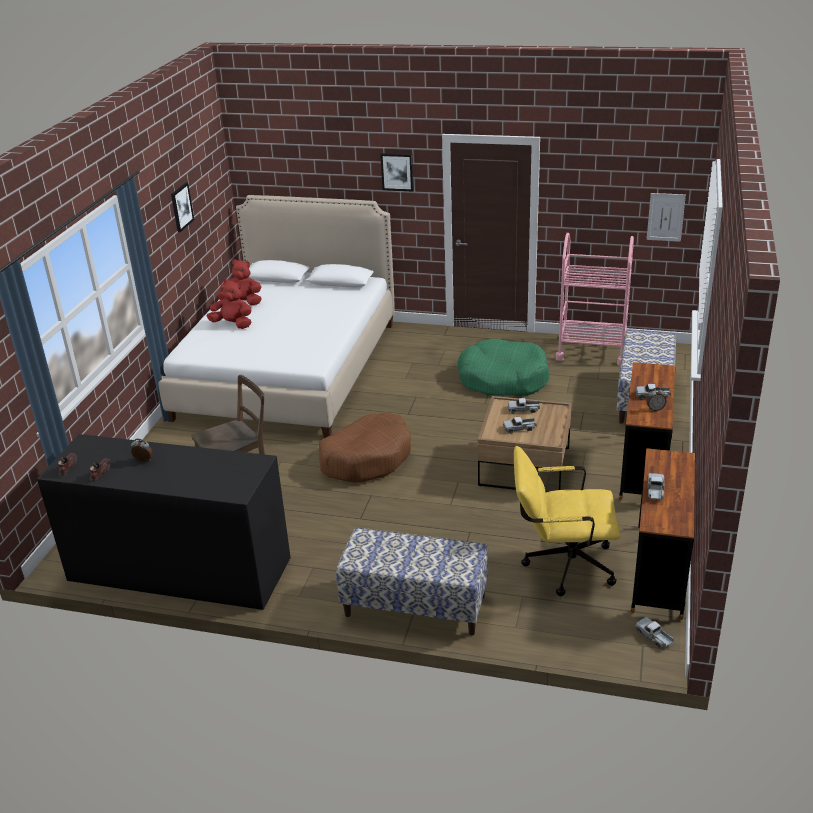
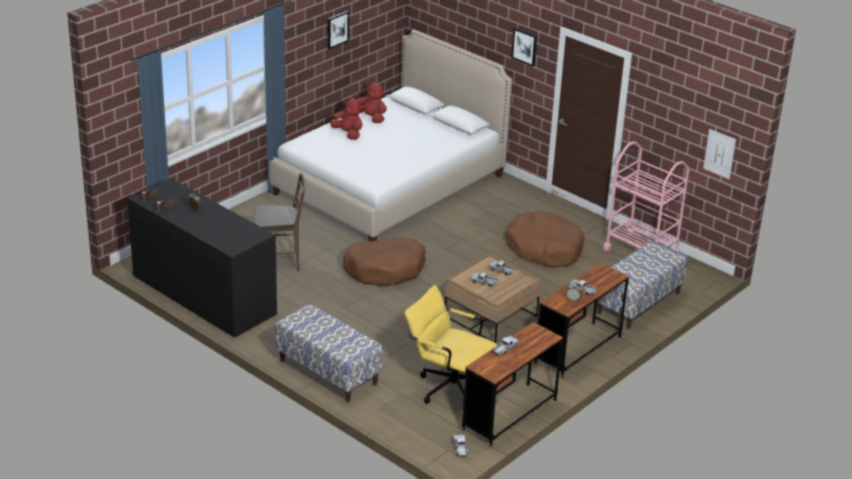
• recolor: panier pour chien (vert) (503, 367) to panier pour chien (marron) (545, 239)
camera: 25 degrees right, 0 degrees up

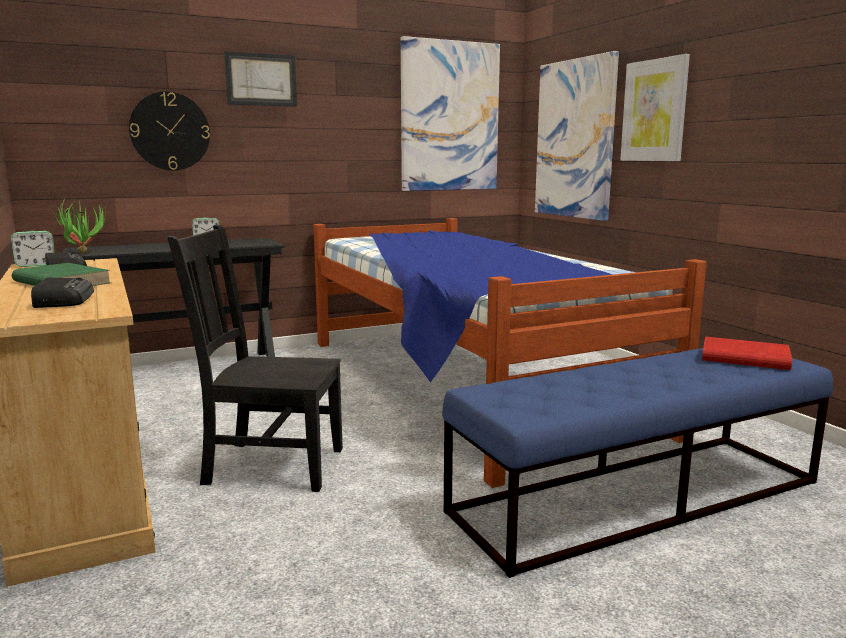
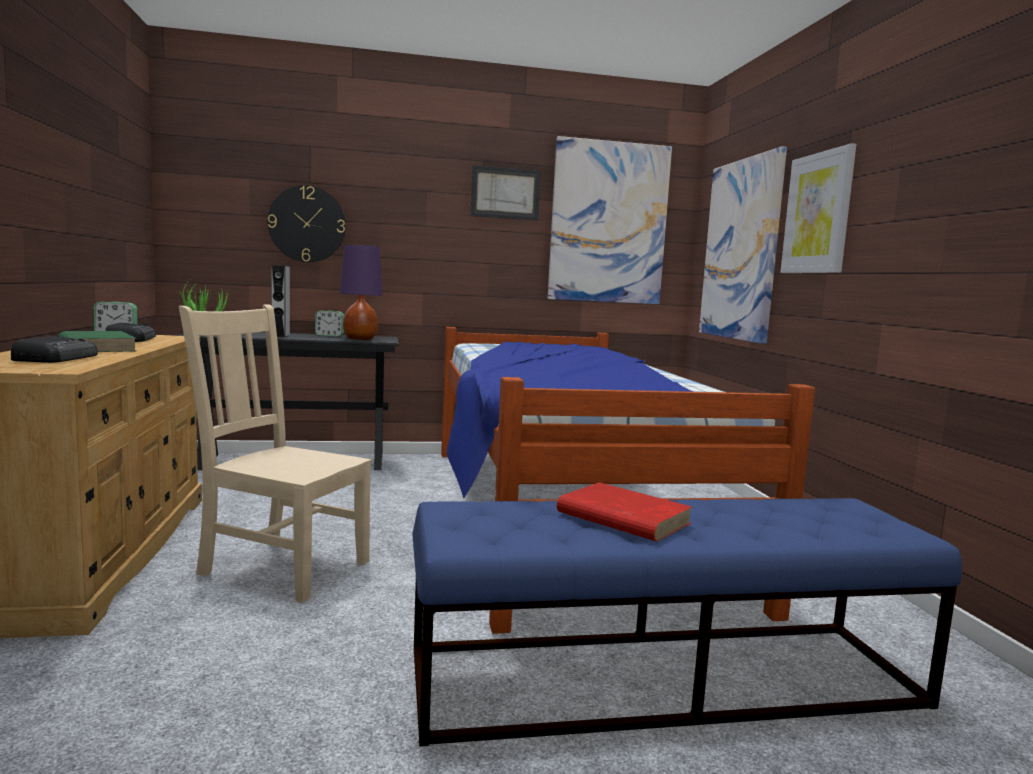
• move: tableau (260, 79) to (505, 193)
• recolor: chaise (noir) (255, 358) to chaise (beige) (275, 454)
• move: livre (rouge) (747, 353) to (625, 512)
• insert: lampe de table (violet) (361, 292)
• insert: enceinte (gris) (280, 301)
camera: 15 degrees right, 5 degrees down

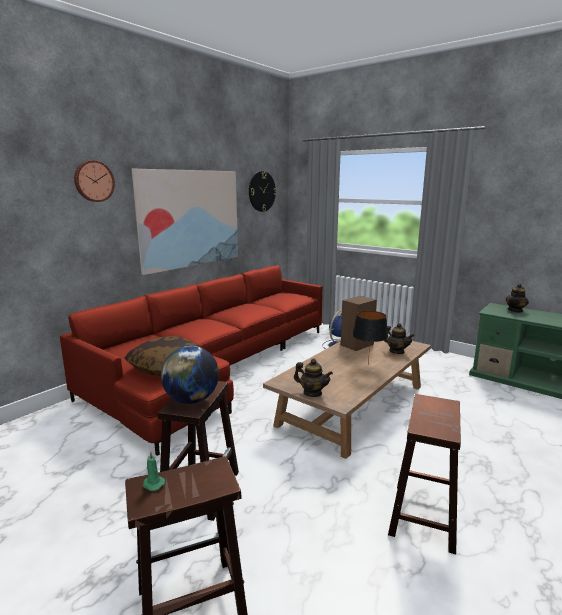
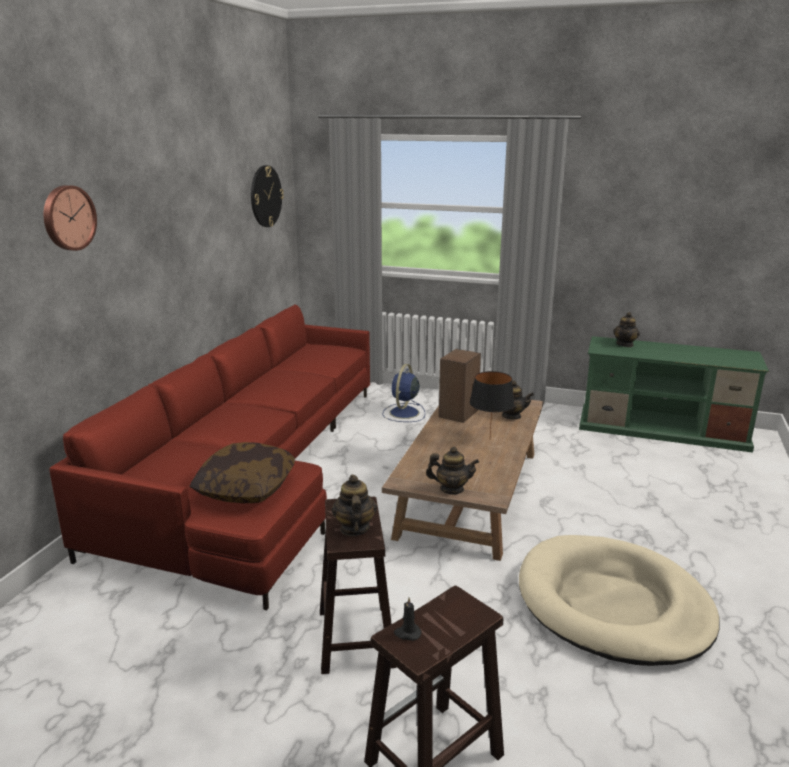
• delete: tableau (185, 222)
• replace: globe (190, 375) to théière (354, 505)
• replace: tabouret (marron) (424, 474) to panier pour chien (beige) (619, 600)
• recolor: bougie (vert) (154, 471) to bougie (noir) (408, 619)
camera: 20 degrees left, 5 degrees up

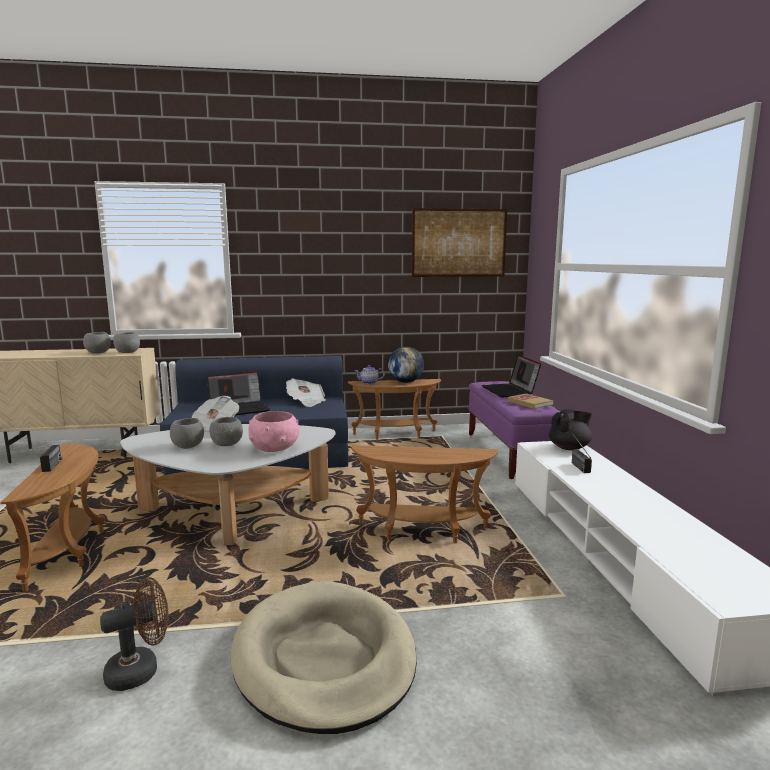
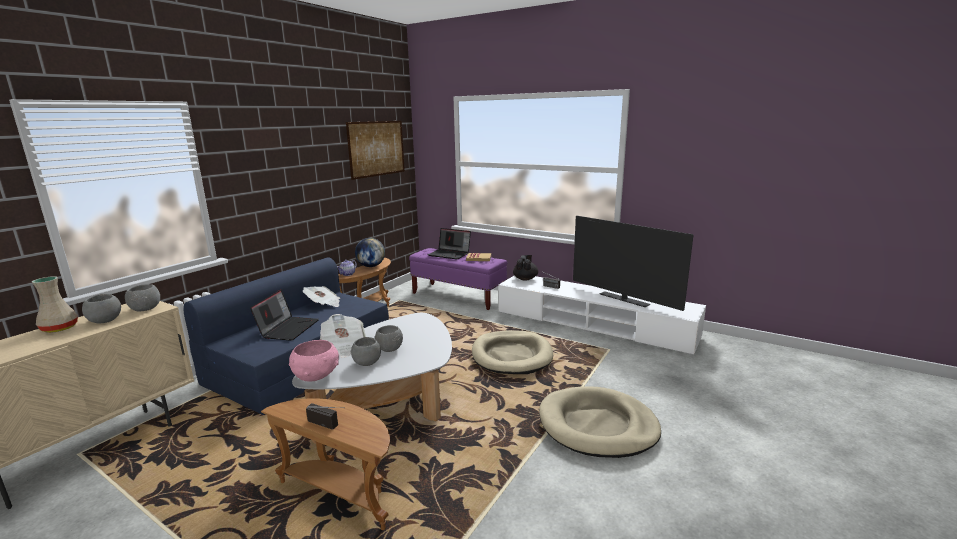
• move: bol (rose) (274, 431) to (314, 360)
• replace: table d'appoint (marron) (424, 494) to panier pour chien (beige) (512, 352)
• delete: ventilateur (marron) (134, 634)
• insert: téléviseur (633, 263)
• insert: vase (beige) (55, 304)
camera: 50 degrees left, 5 degrees up

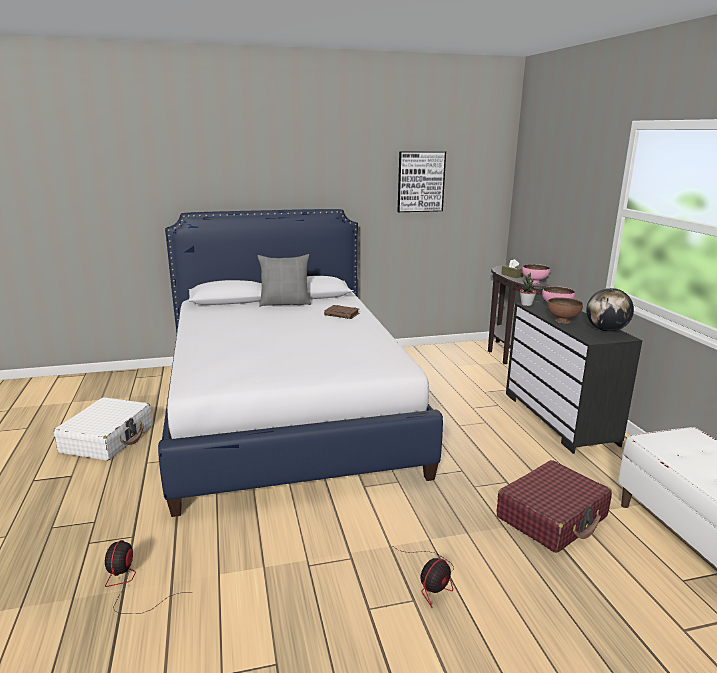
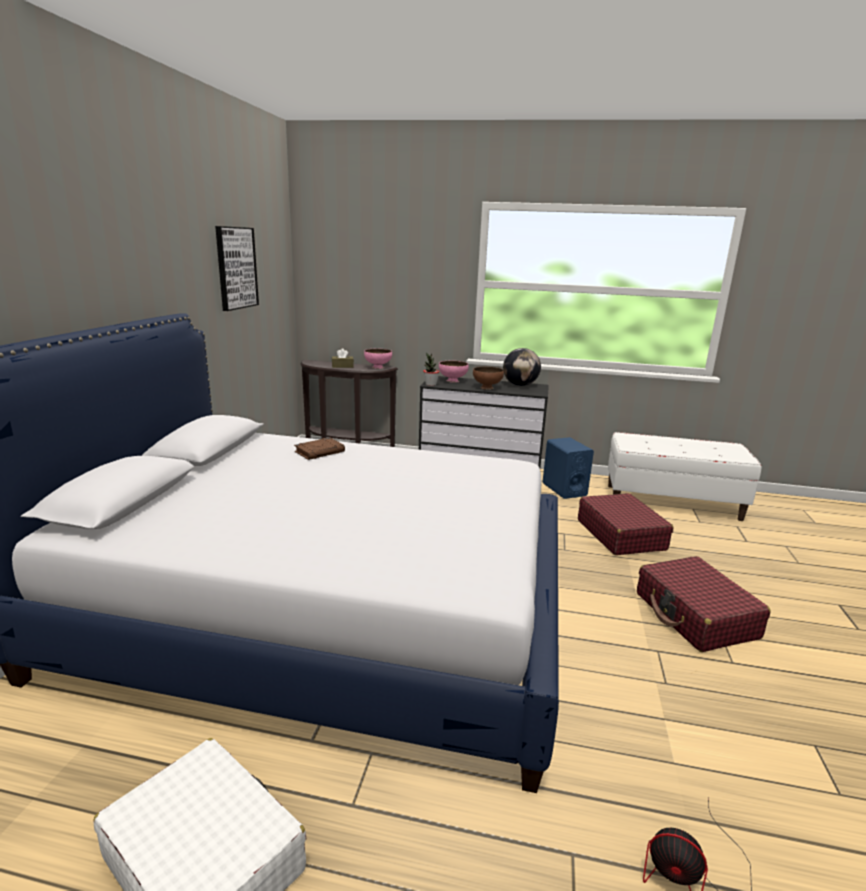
• delete: coussin (gris) (284, 280)
• replace: ventilateur (424, 577) to valise (rouge) (704, 604)
• insert: enceinte (bleu) (568, 468)
camera: 65 degrees left, 0 degrees up

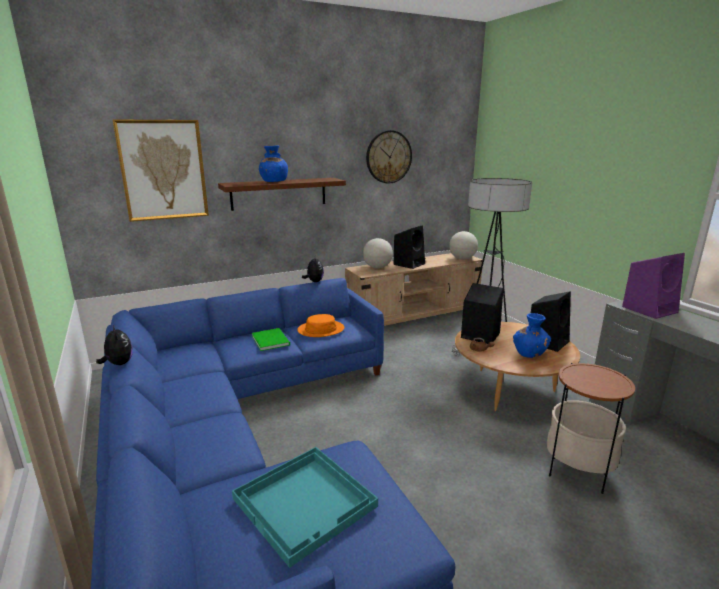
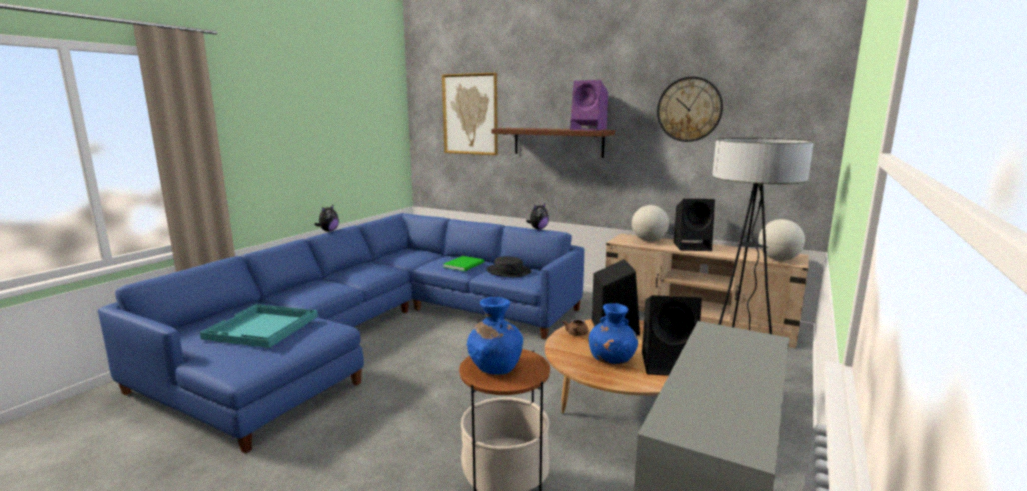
• move: vase (bleu) (273, 163) to (495, 336)
• move: enceinte (violet) (653, 286) to (589, 105)
• recolor: chapeau (orange) (320, 325) to chapeau (noir) (508, 266)
camera: 55 degrees right, 5 degrees down

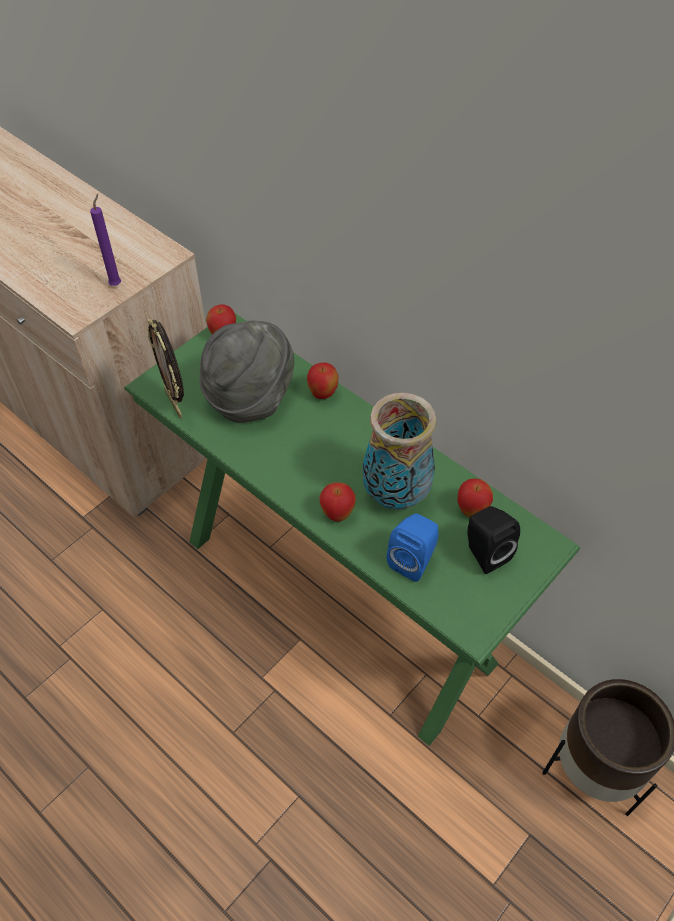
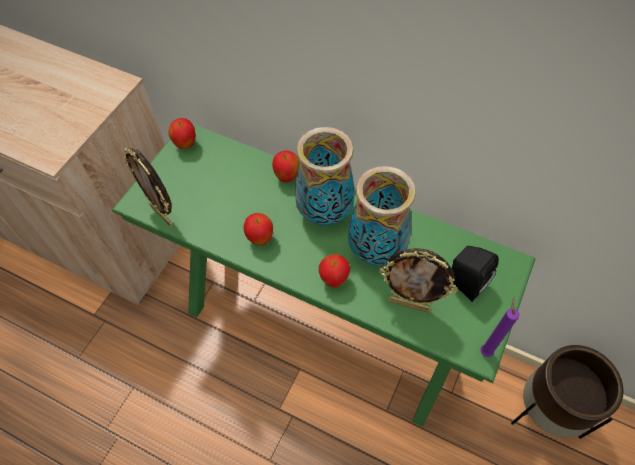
• move: bougie (violet) (105, 240) to (500, 327)
• delete: chapeau (gris) (246, 372)
• move: pomme (475, 497) to (258, 229)
• replace: enceinte (bleu) (413, 548) to cadre photo (418, 280)
• insert: vase (325, 176)
camera: 15 degrees left, 5 degrees up

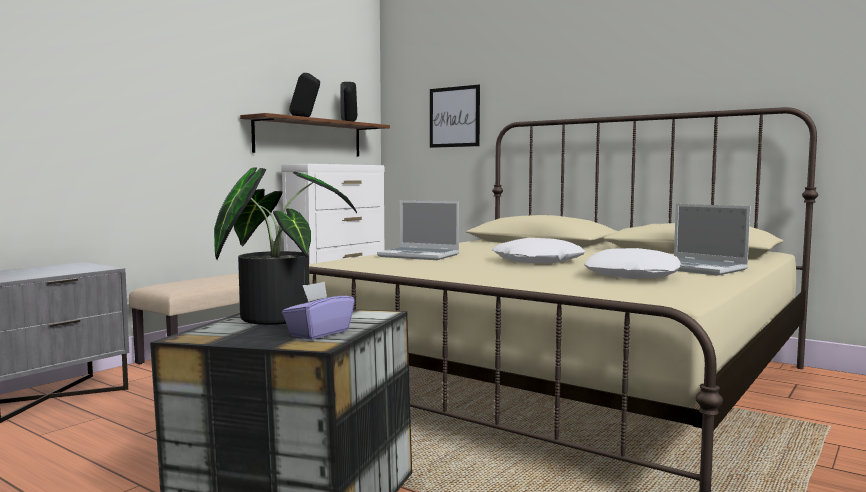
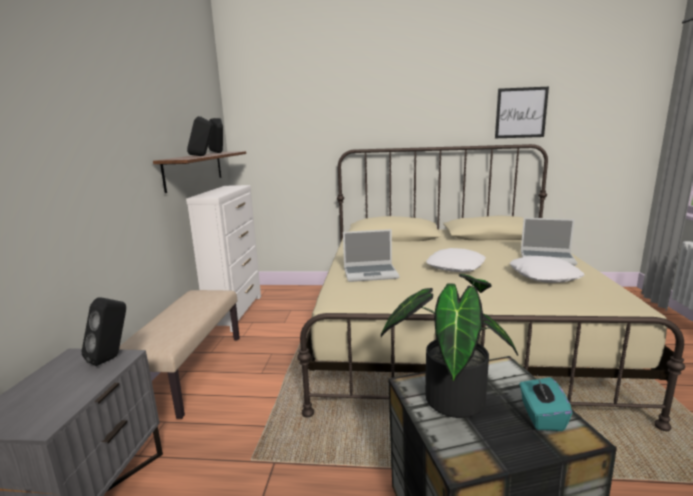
• move: tableau (455, 116) to (522, 112)
• recolor: boîte à mouchoirs (violet) (318, 310) to boîte à mouchoirs (turquoise) (545, 403)
• insert: enceinte (noir) (104, 331)
camera: 30 degrees left, 10 degrees up

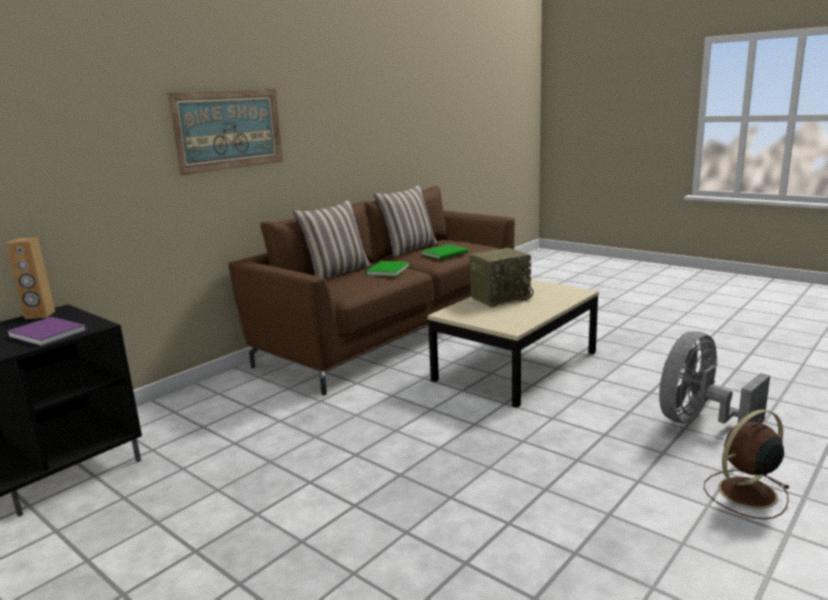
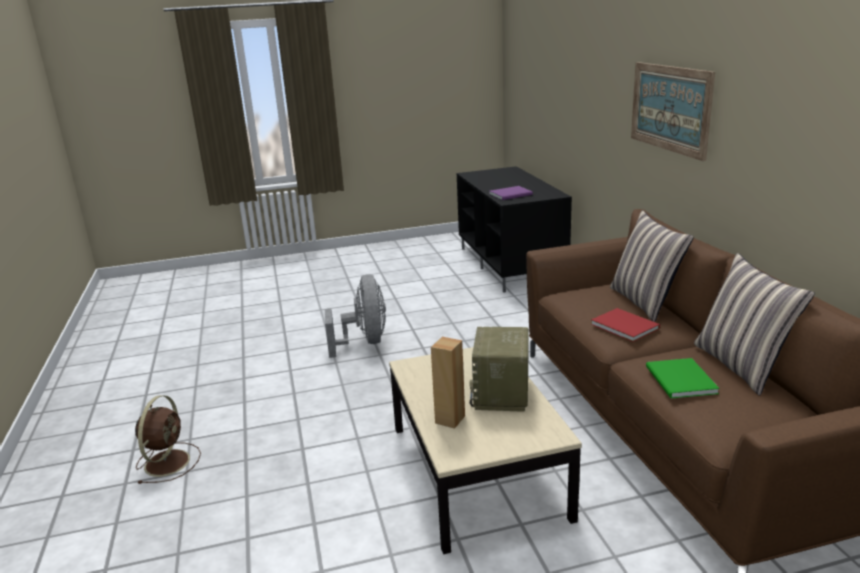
• move: enceinte (marron) (30, 278) to (448, 383)
• recolor: livre (vert) (387, 269) to livre (rouge) (625, 325)
• move: ventilateur (gris) (714, 377) to (355, 316)
camera: 125 degrees right, 5 degrees up

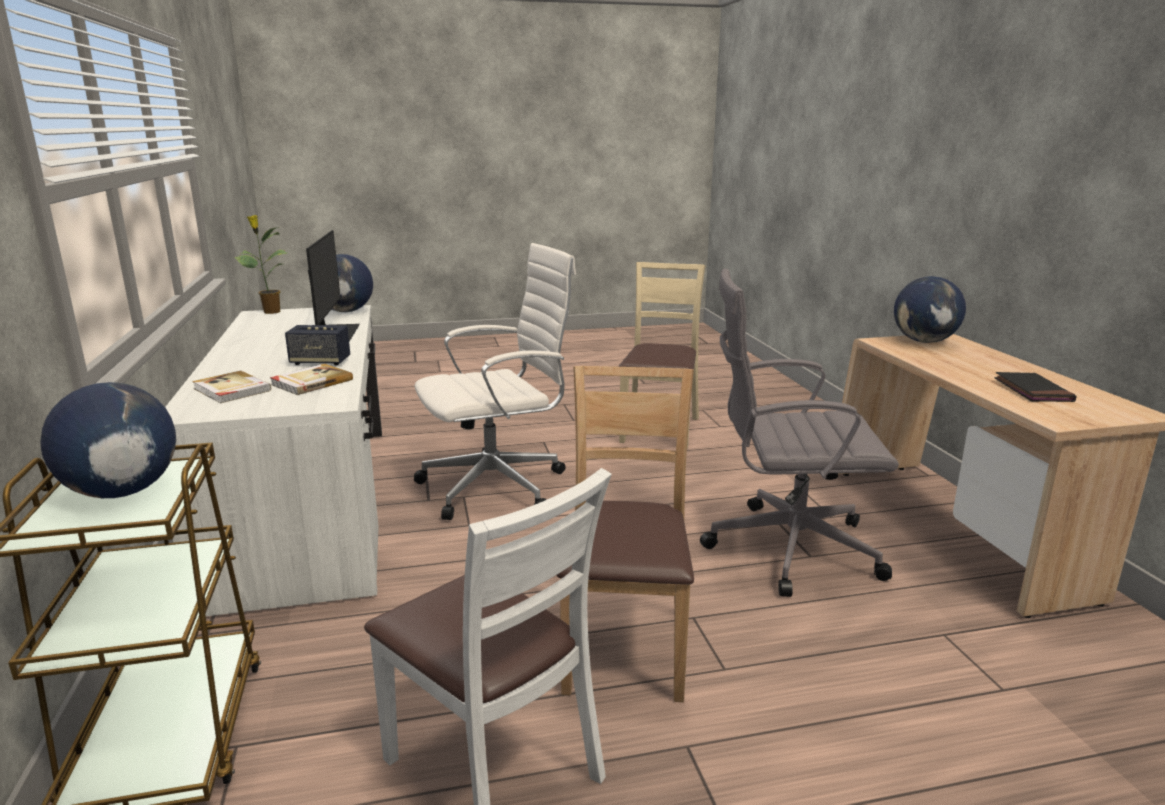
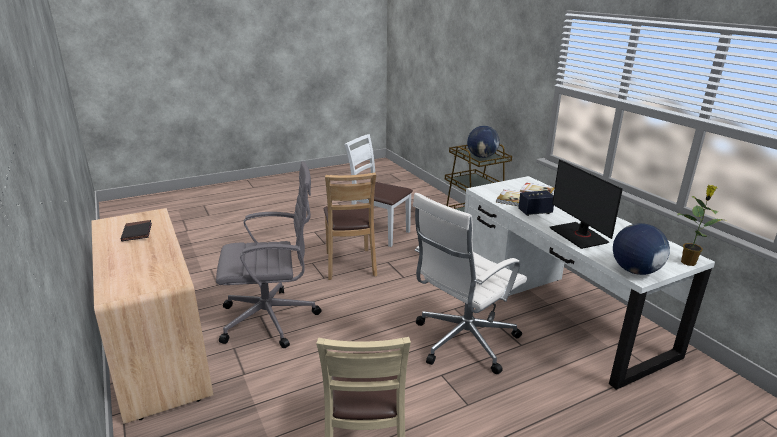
• delete: globe (930, 309)
camera: 165 degrees right, 5 degrees up

